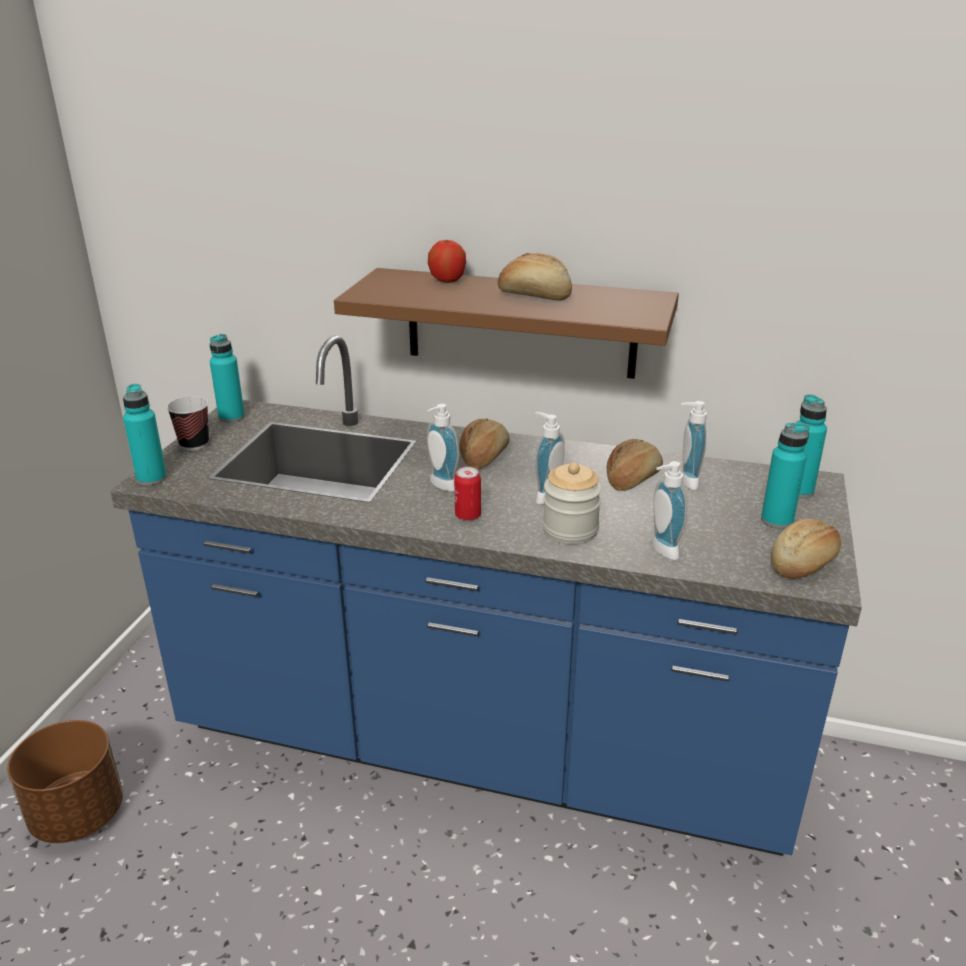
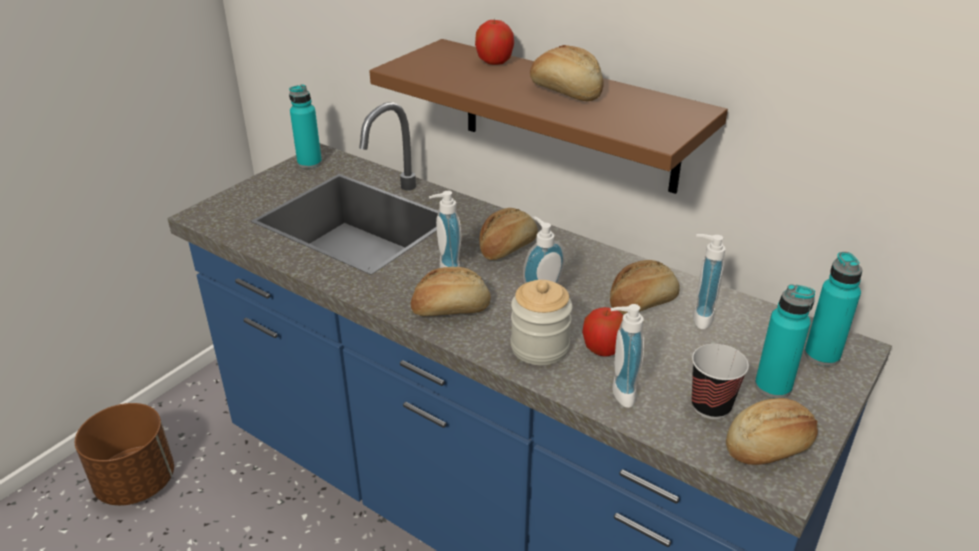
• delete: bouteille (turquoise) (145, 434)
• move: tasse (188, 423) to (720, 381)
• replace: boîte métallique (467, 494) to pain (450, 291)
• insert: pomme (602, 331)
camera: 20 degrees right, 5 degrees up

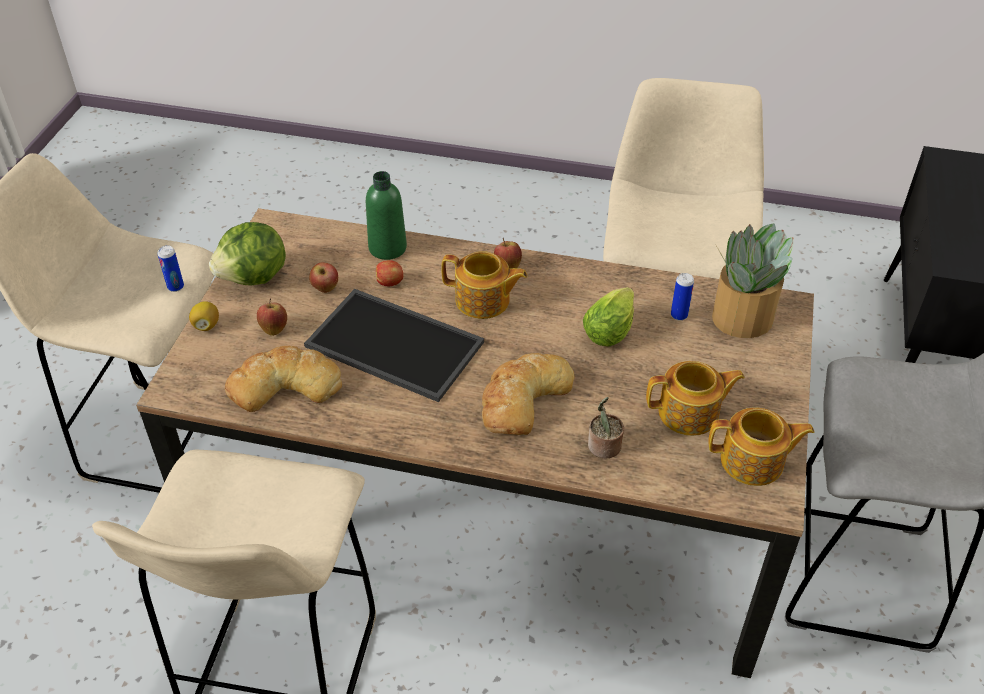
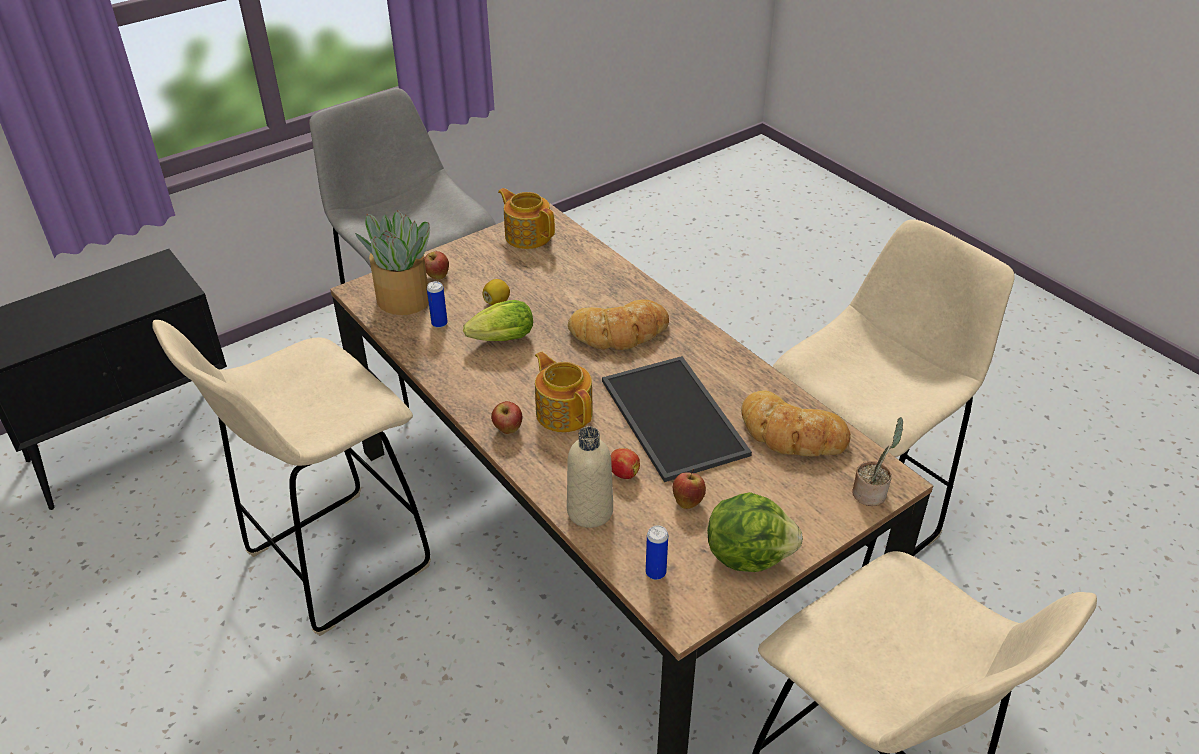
• recolor: bouteille (vert) (386, 215) to bouteille (beige) (590, 477)
• move: boîte métallique (171, 268) to (657, 552)
• move: pomme (272, 317) to (436, 265)
• move: citron (204, 316) to (496, 292)
• delete: théière (695, 398)
• move: plante en pot (606, 428) to (877, 461)
camera: 140 degrees left, 5 degrees down

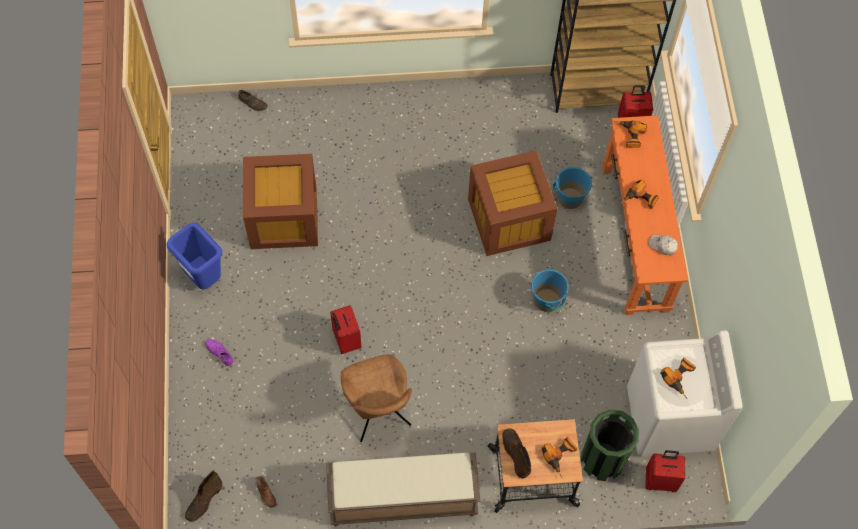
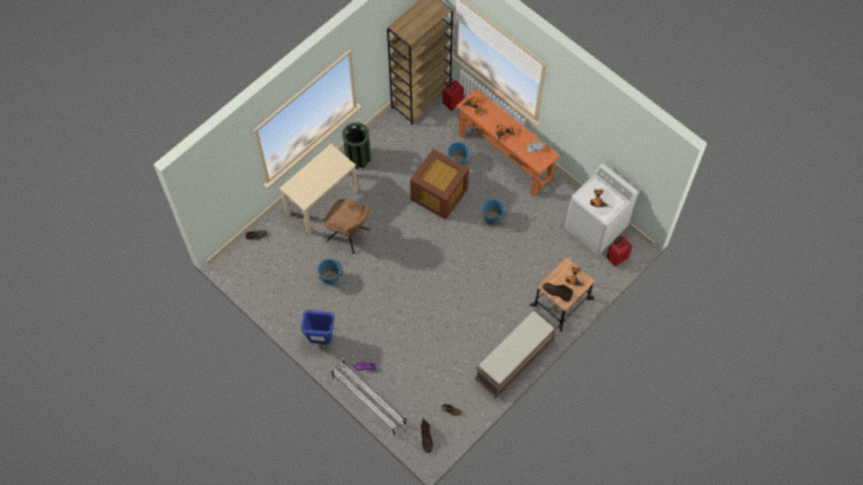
• replace: boîte de rangement (marron) (280, 201) to seau (bleu) (329, 272)
• delete: valise (rouge) (346, 329)
• move: chaise (marron) (376, 398) to (346, 226)
• move: poubelle (vert) (610, 445) to (356, 145)
• insert: bureau (beige) (318, 189)
• insert: étagère à chaussures (blanc) (368, 397)
camera: 40 degrees left, 0 degrees up

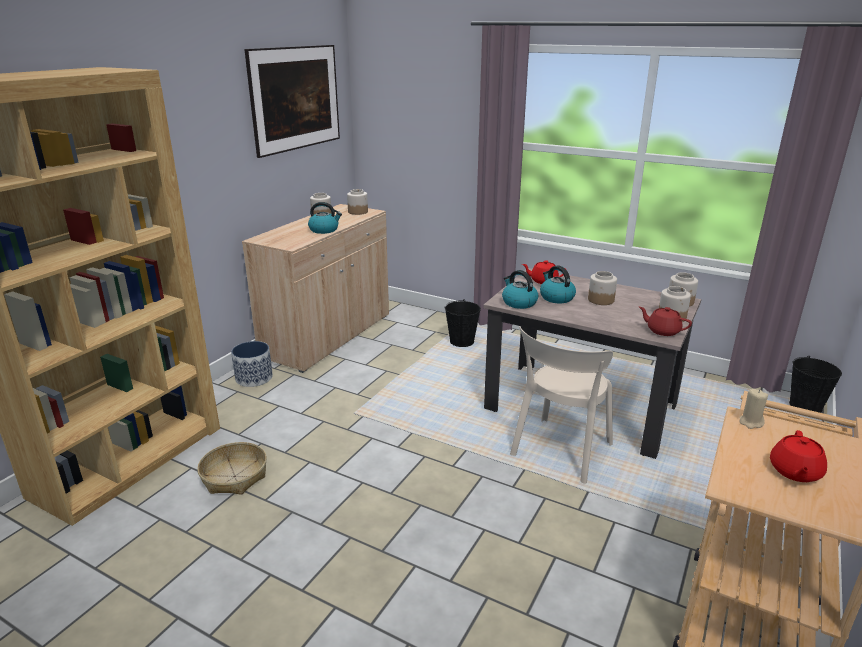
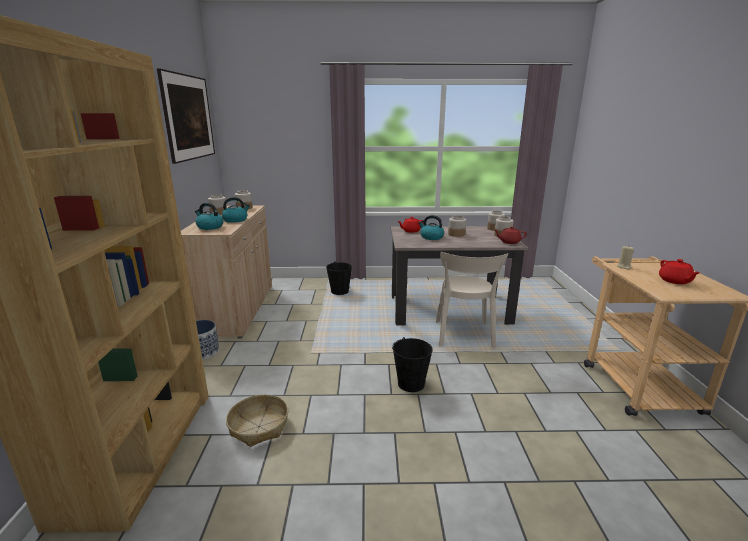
• move: bouilloire (520, 289) to (209, 216)
• move: seau (noir) (815, 384) to (412, 364)
camera: 30 degrees left, 5 degrees down

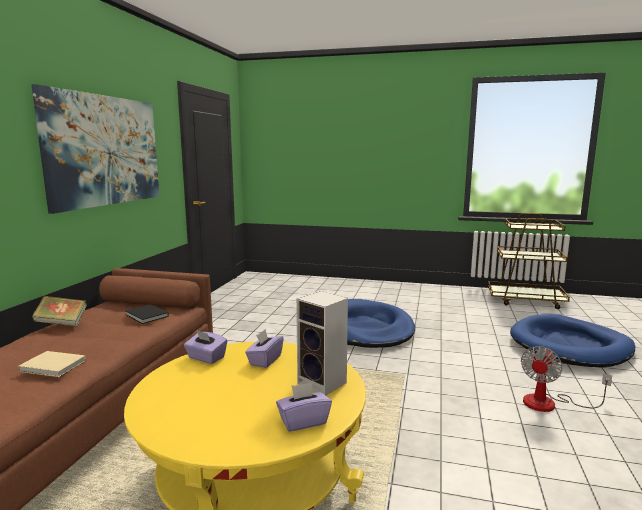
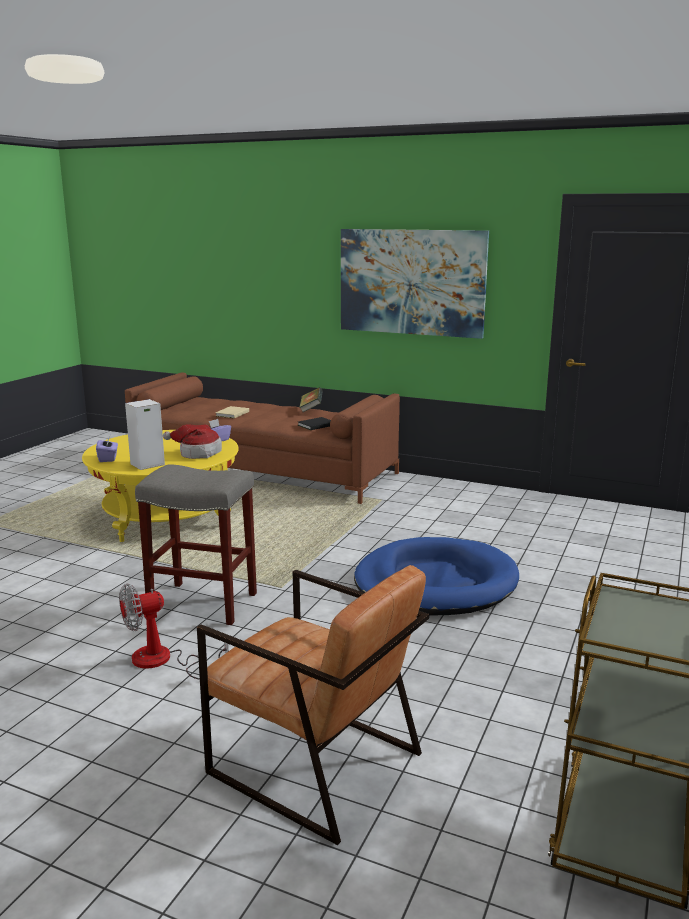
• replace: panier pour chien (bleu) (572, 340) to fauteuil (marron) (313, 705)
• replace: boîte à mouchoirs (violet) (264, 348) to chapeau (192, 441)
• rotate: ventilateur (566, 379) = (173, 631) 75 degrees counterclockwise
• insert: tabouret (gris) (196, 544)
camera: 100 degrees right, 5 degrees up

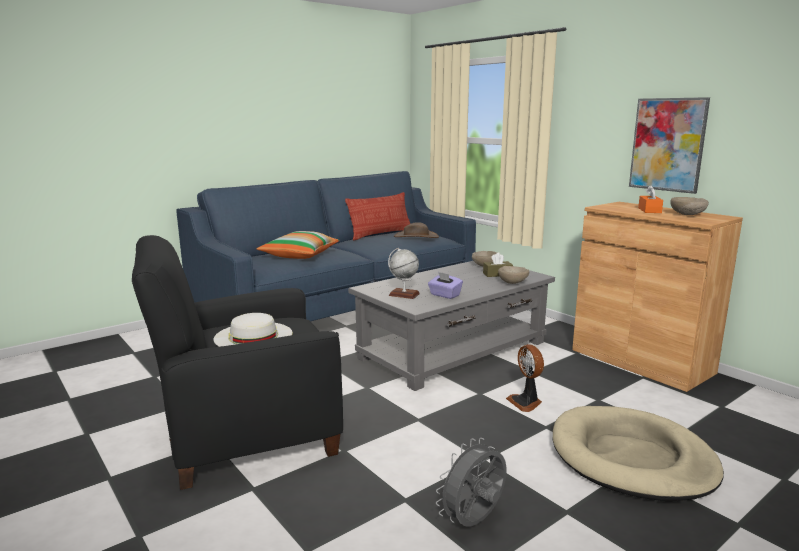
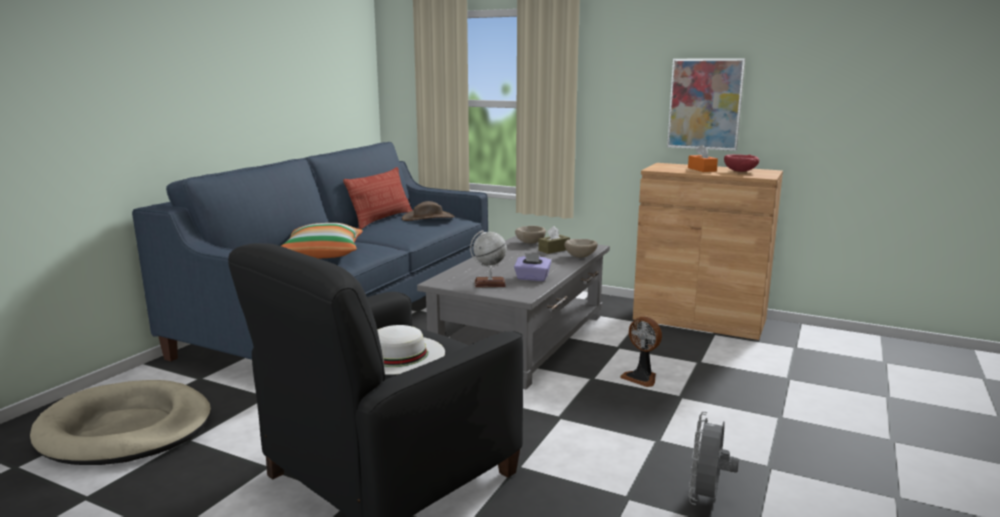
• recolor: bol (beige) (689, 206) to bol (rouge) (741, 163)
• move: panier pour chien (beige) (638, 453) to (120, 422)
camera: 25 degrees left, 0 degrees up

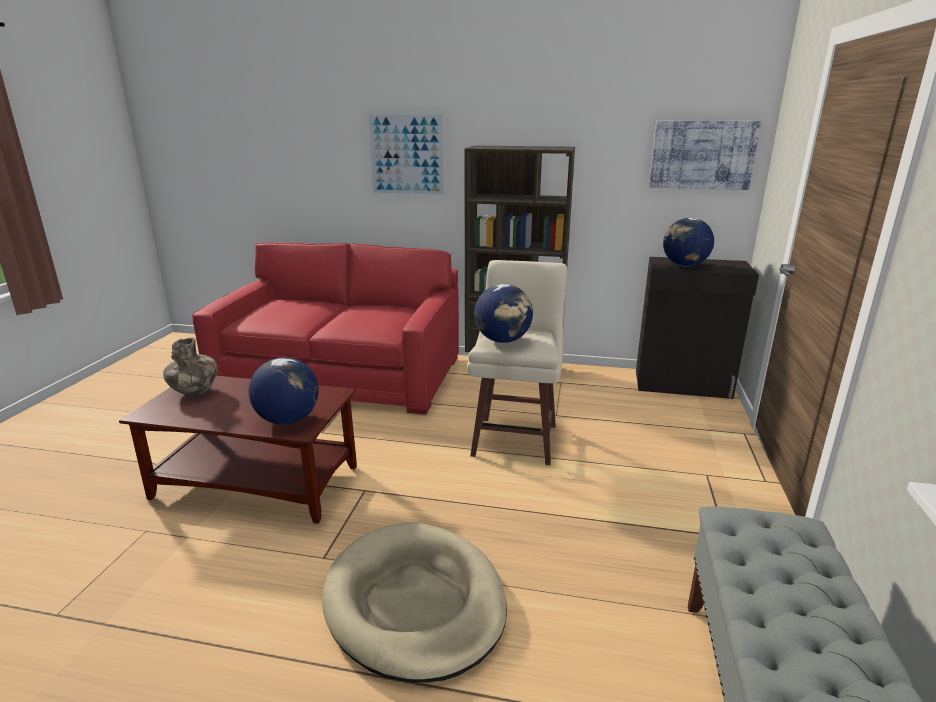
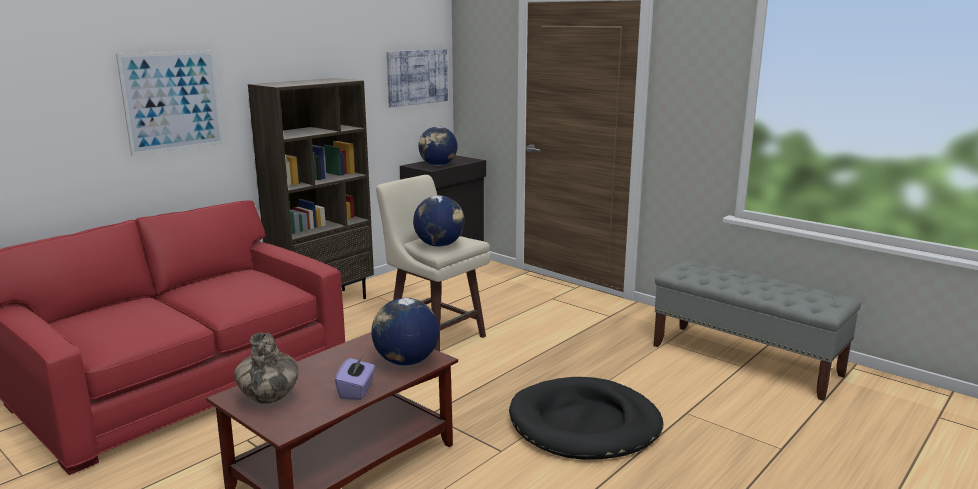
• recolor: panier pour chien (beige) (414, 602) to panier pour chien (noir) (586, 418)
• insert: boîte à mouchoirs (violet) (355, 377)
camera: 60 degrees left, 5 degrees down

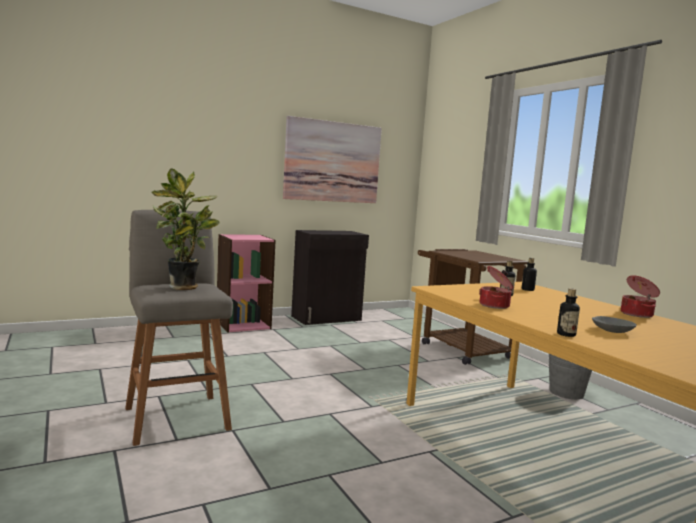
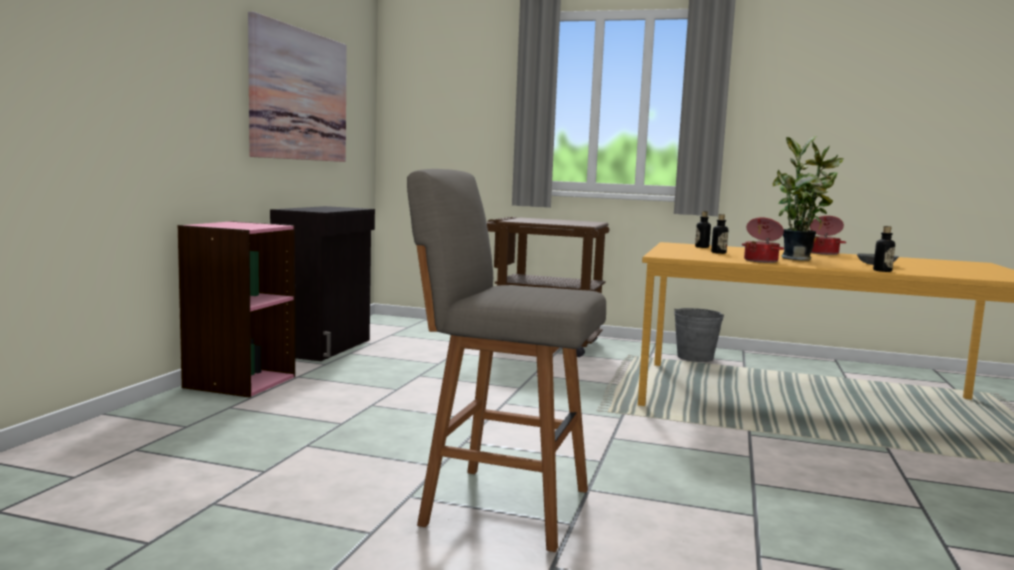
• move: plante en pot (186, 229) to (808, 198)
camera: 45 degrees left, 0 degrees up

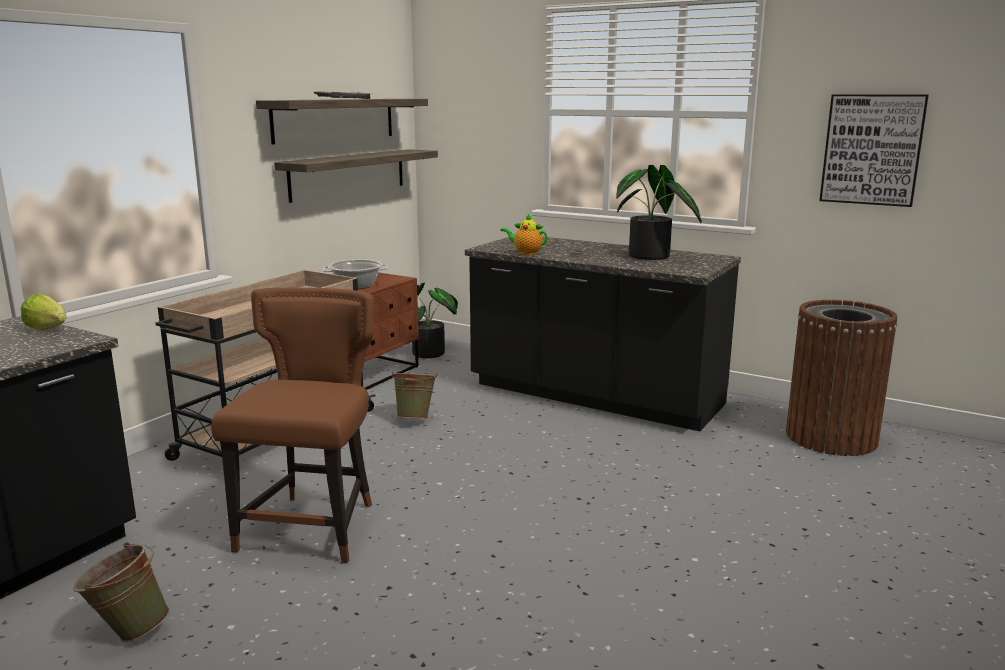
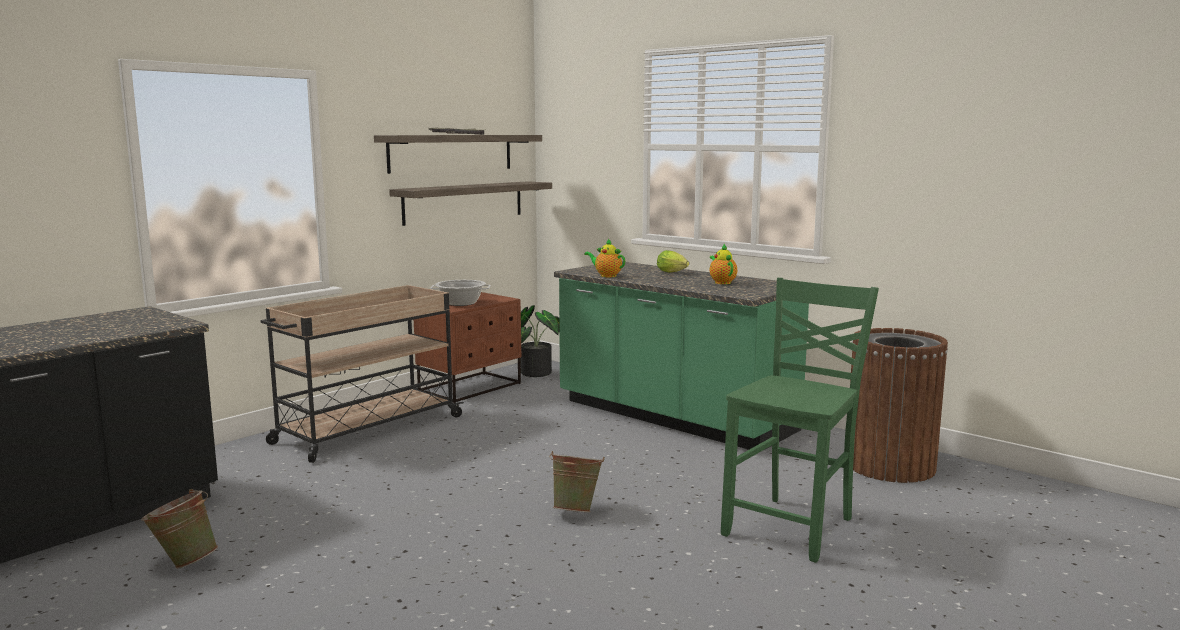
• delete: tableau (874, 150)
• replace: plante en pot (659, 212) to théière (723, 264)
• recolor: comptoir de cuisine (noir) (603, 334) to comptoir de cuisine (vert) (681, 356)
• delete: chaise (marron) (292, 425)
• move: laitue (43, 312) to (673, 261)
• move: seau (vert) (414, 395) to (577, 481)
• insert: chaise (vert) (800, 420)
camera: 10 degrees right, 5 degrees down

